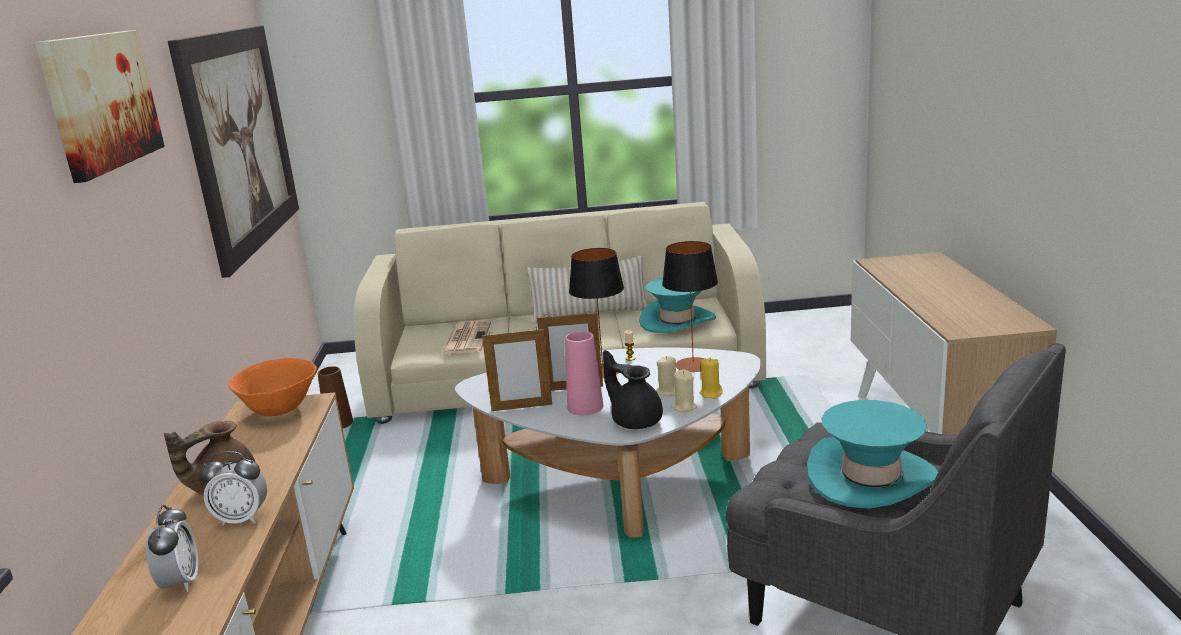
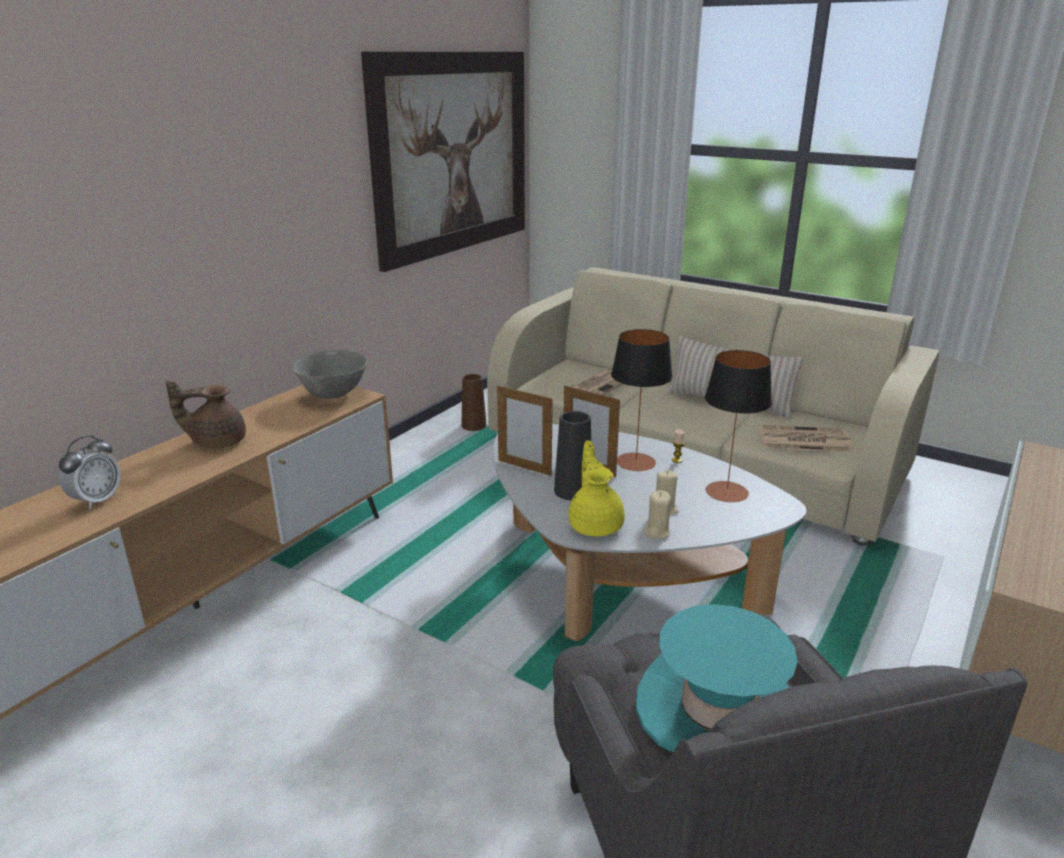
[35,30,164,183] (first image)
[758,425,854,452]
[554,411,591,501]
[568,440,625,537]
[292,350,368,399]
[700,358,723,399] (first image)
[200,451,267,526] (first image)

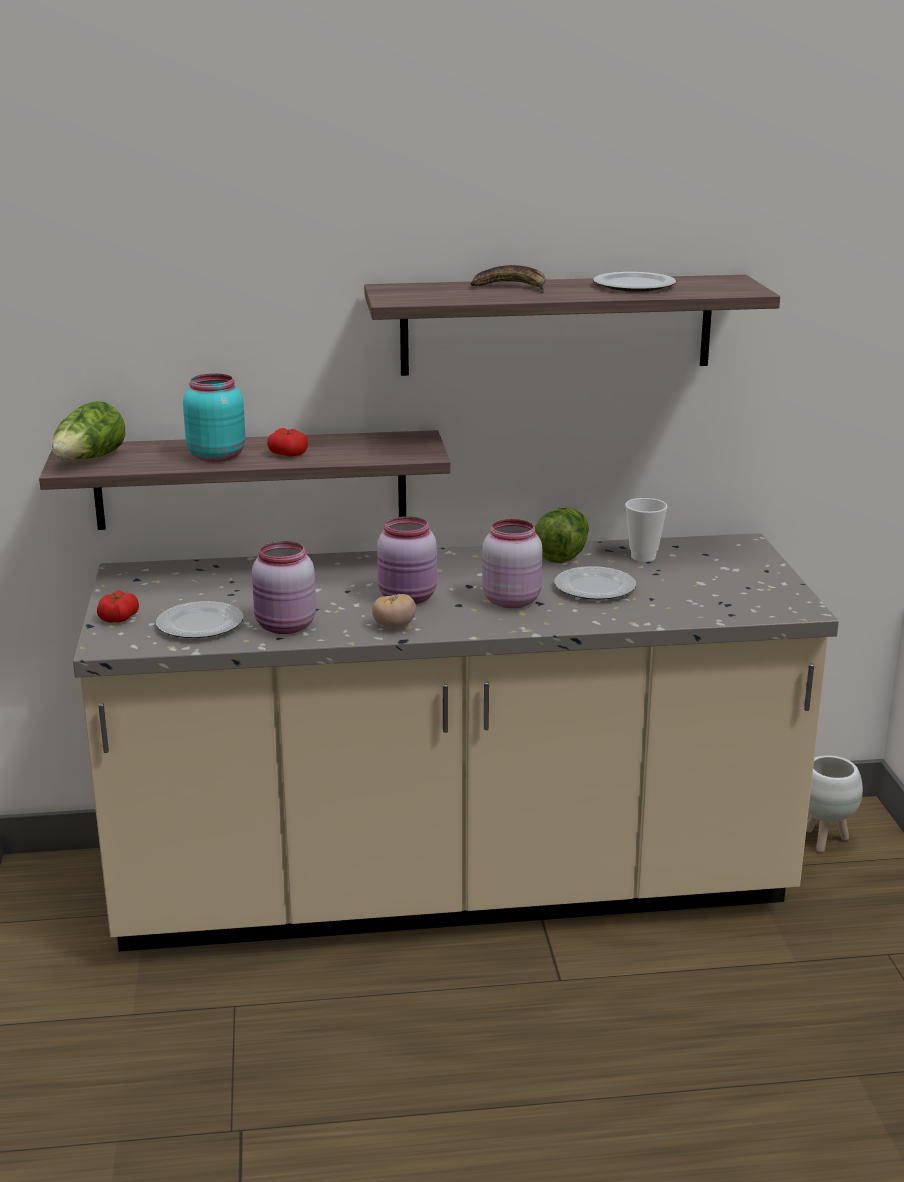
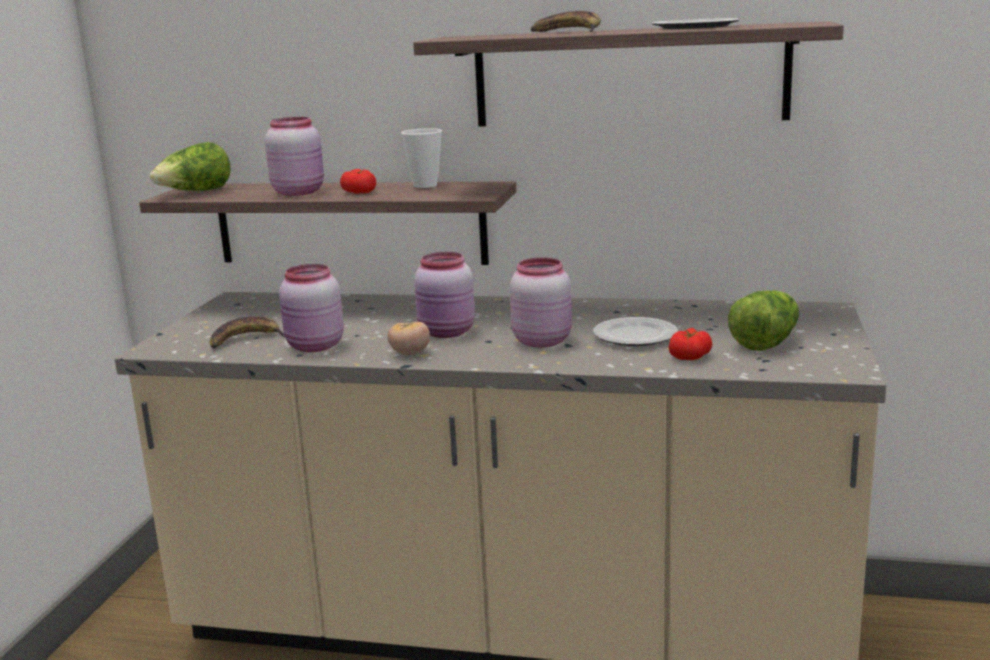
[265,117,324,196]
[401,128,442,188]
[728,290,799,351]
[669,328,712,360]
[209,316,285,348]
[806,755,863,853] (first image)

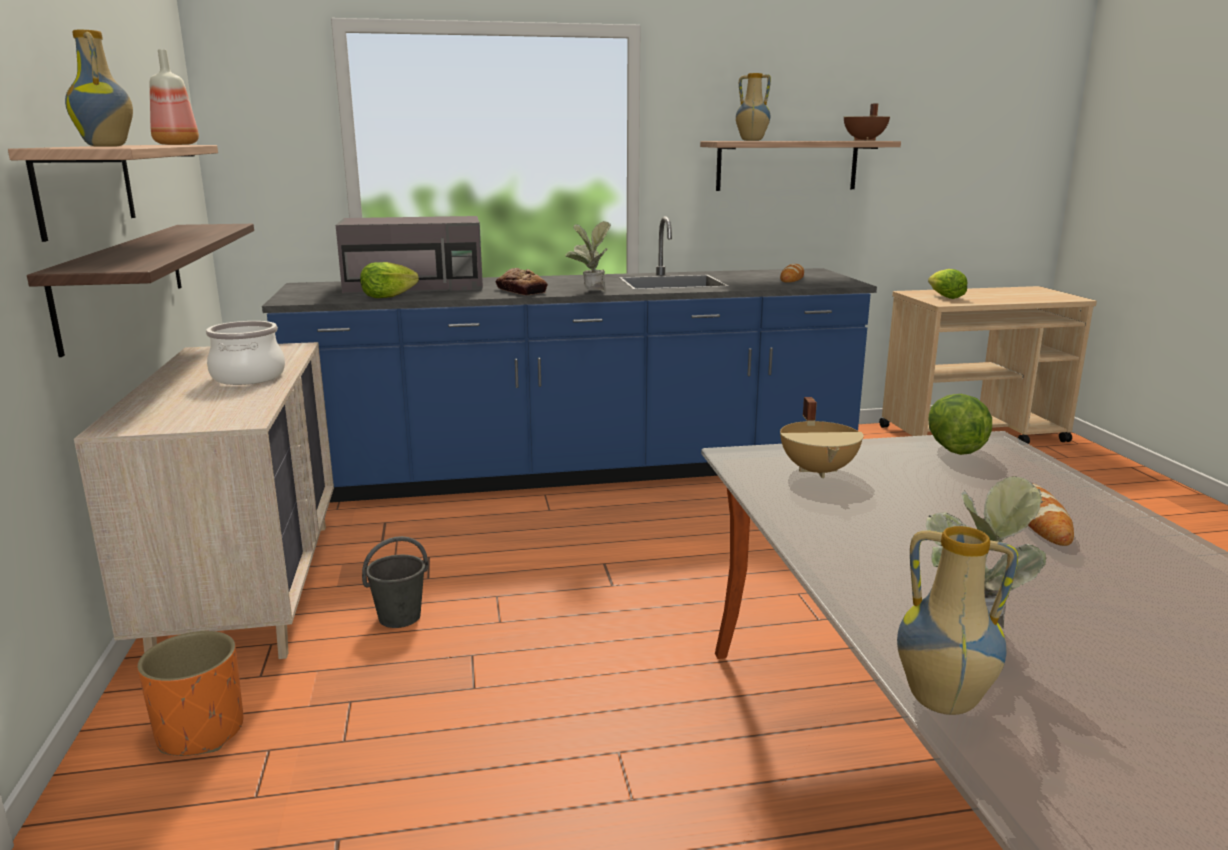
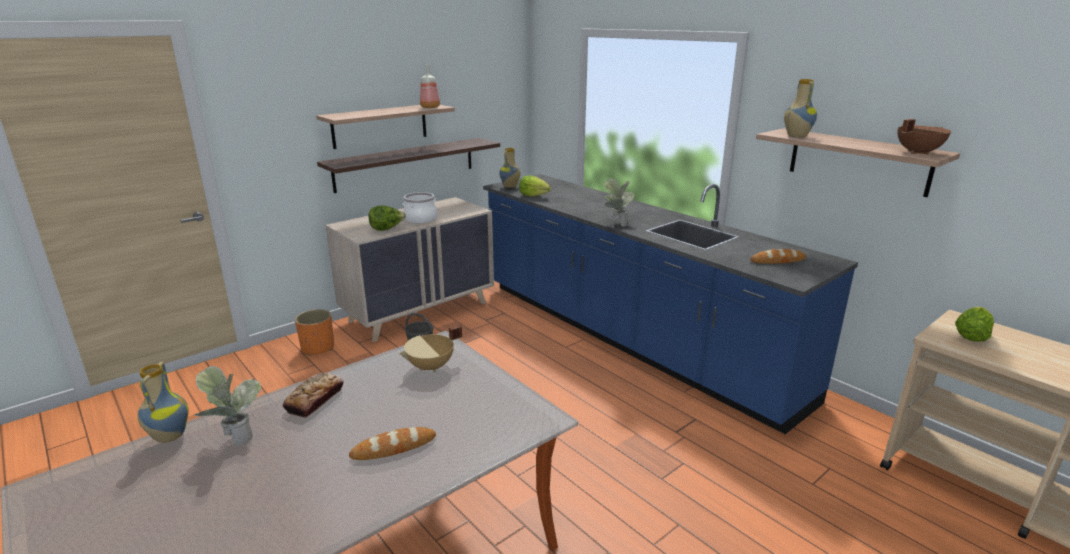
[499,148,521,188]
[336,216,483,294] (first image)
[283,373,343,418]
[368,205,406,231]

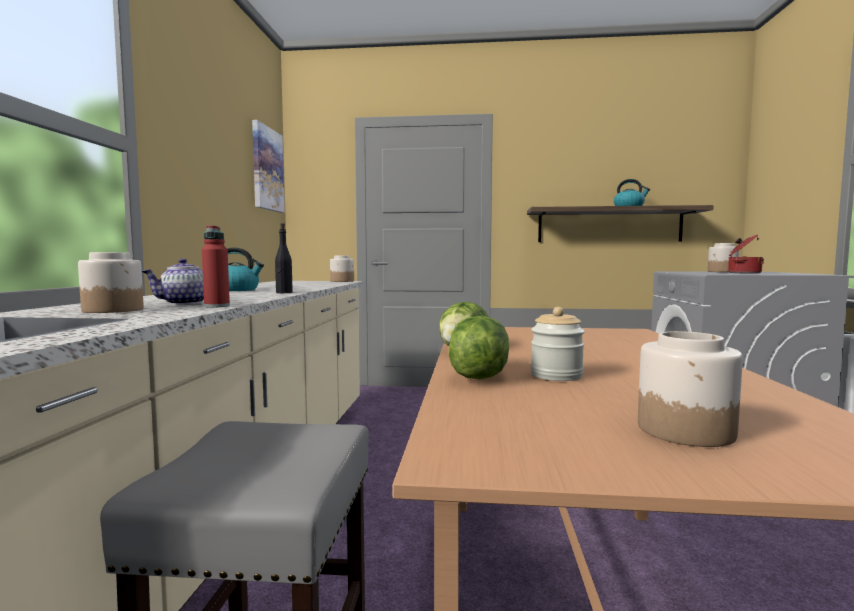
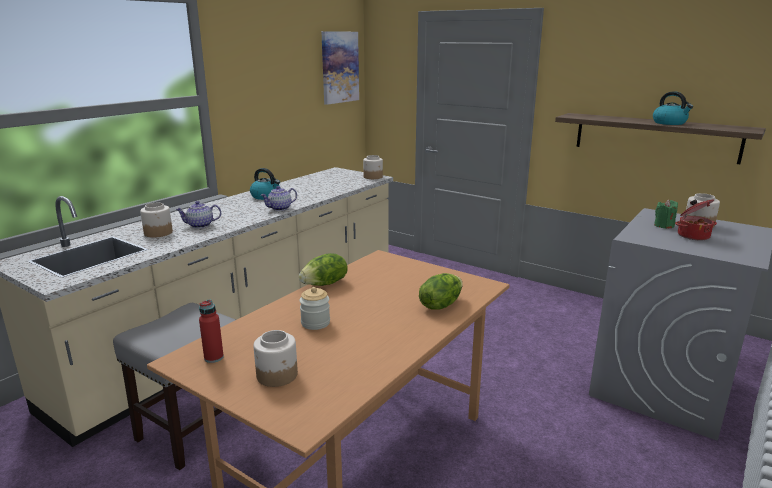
[261,186,297,211]
[199,299,224,363]
[419,273,463,310]
[654,199,678,229]

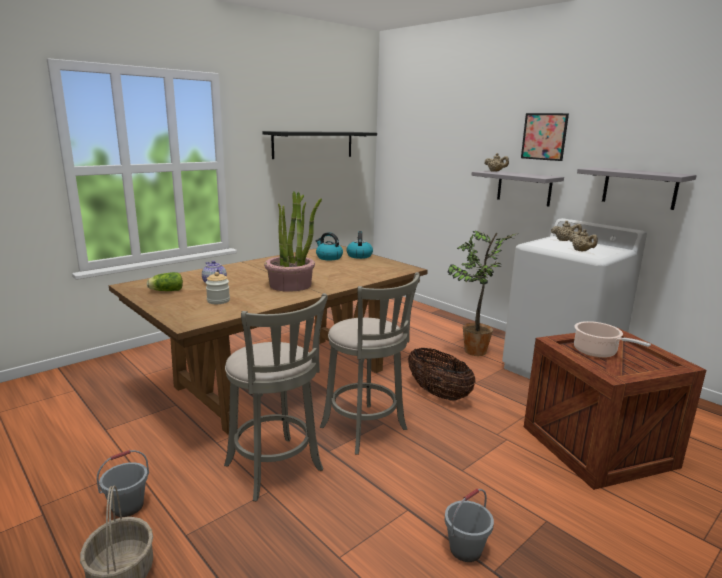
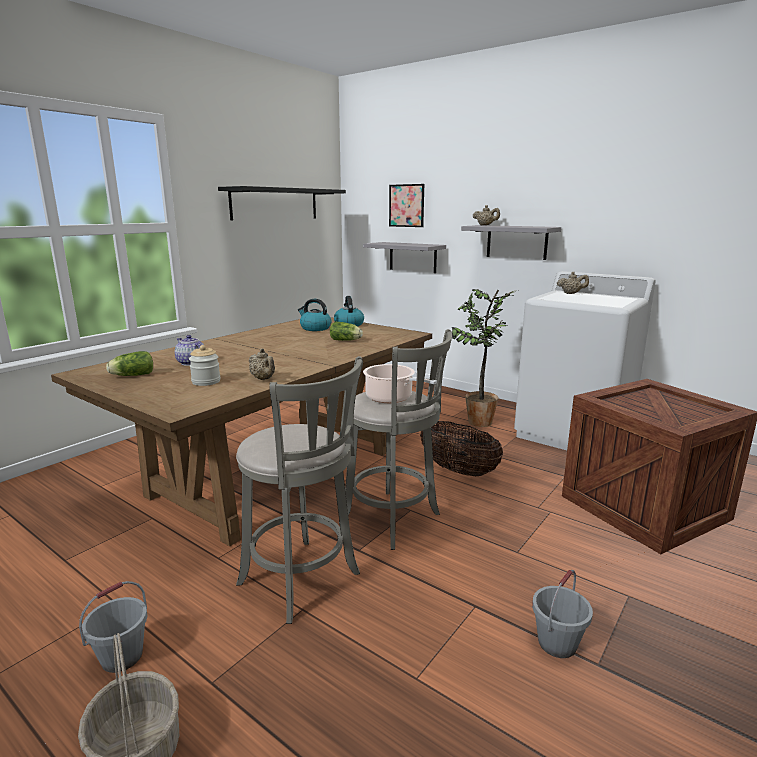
[389,184,424,227]
[363,242,446,273]
[264,191,322,292] (first image)
[248,348,275,380]
[363,364,437,403]
[330,322,363,341]

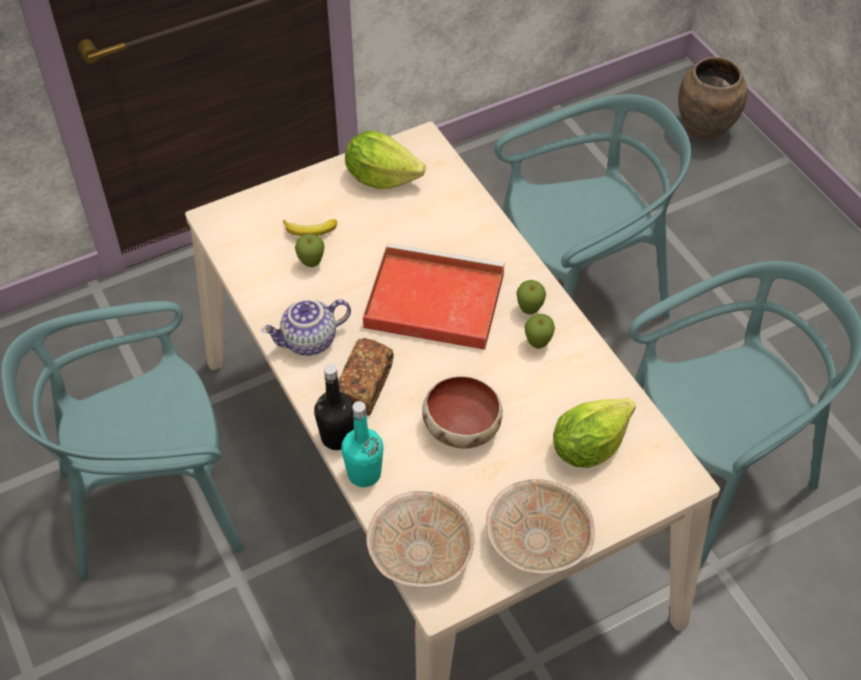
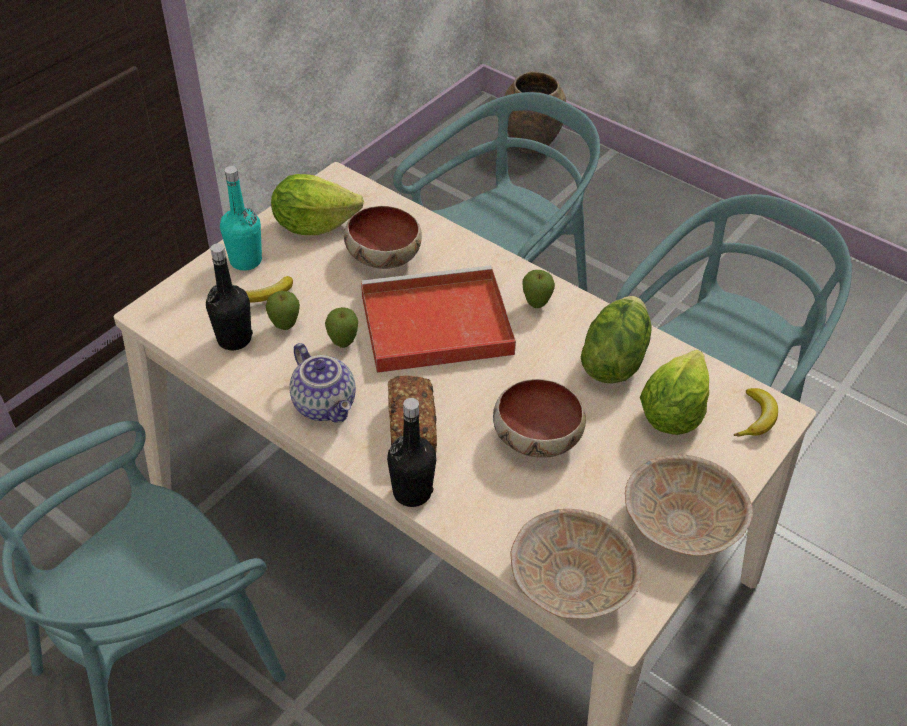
[289,343,356,423]
[325,307,358,348]
[220,166,262,271]
[344,206,422,269]
[206,243,253,350]
[581,296,651,384]
[734,388,778,437]

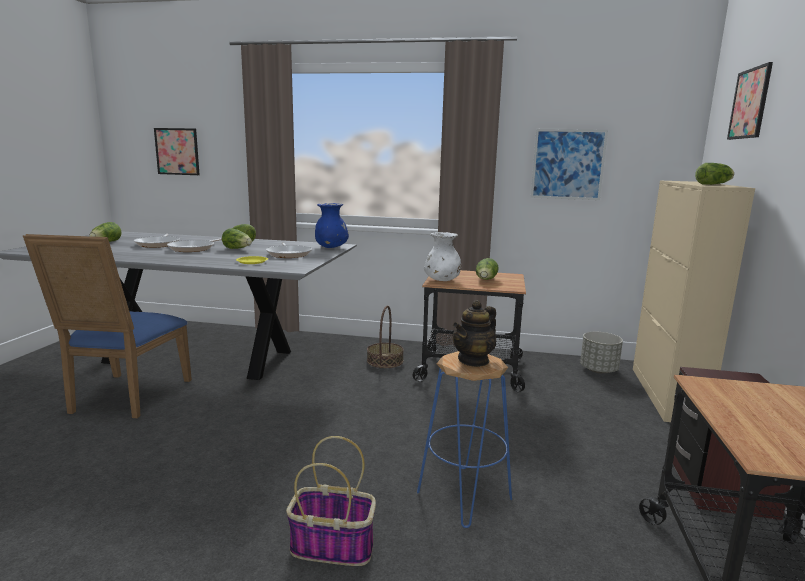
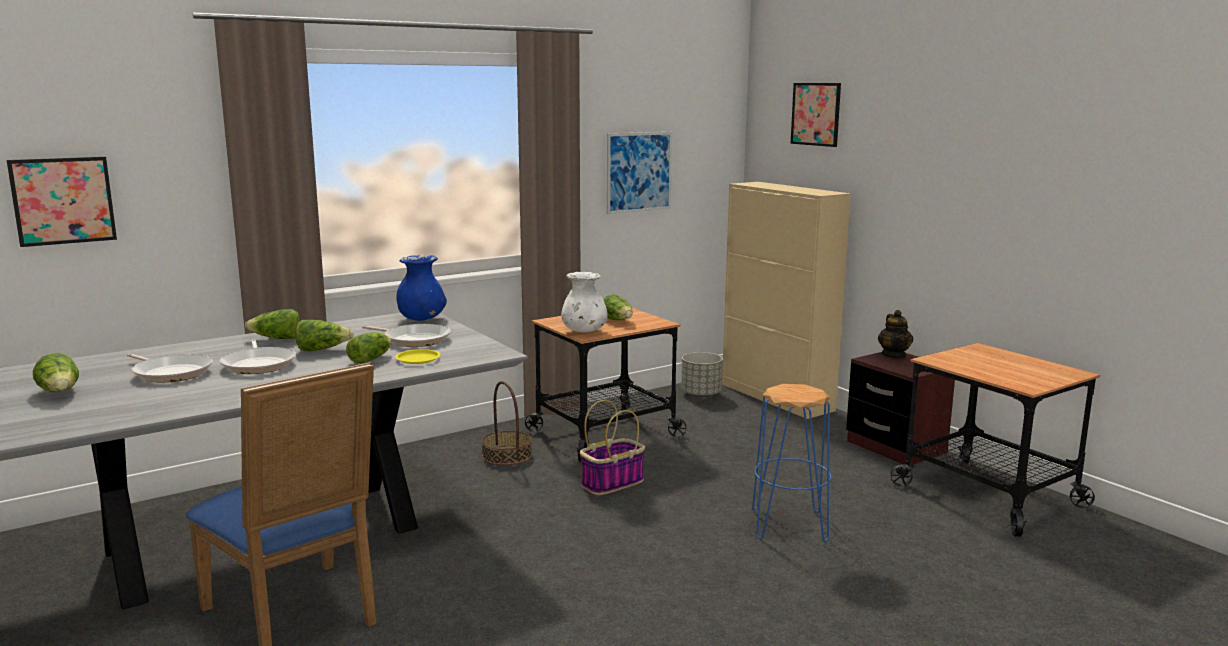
[346,332,392,364]
[878,310,913,359]
[580,400,645,495]

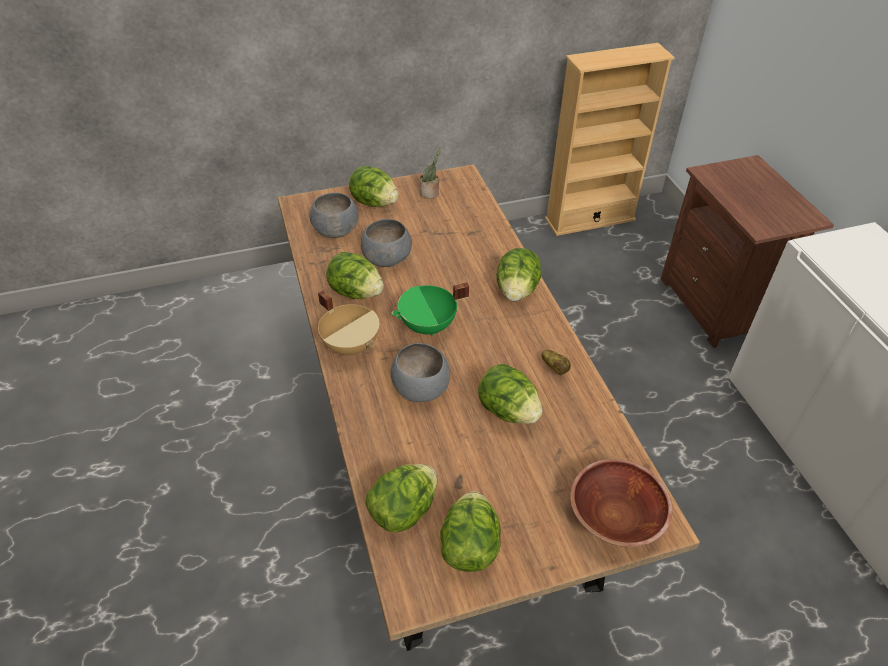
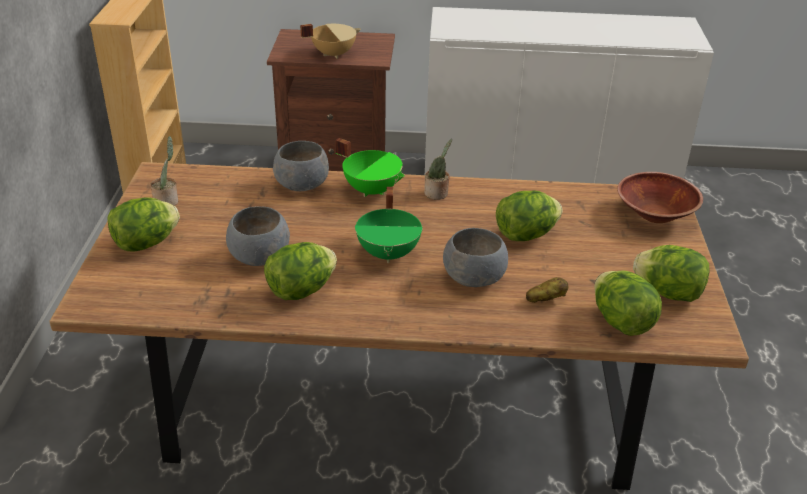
[273,141,329,192]
[335,138,405,197]
[300,24,361,59]
[526,277,569,303]
[424,139,452,200]

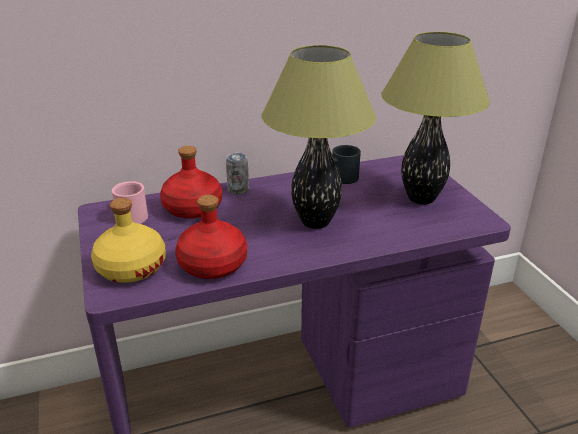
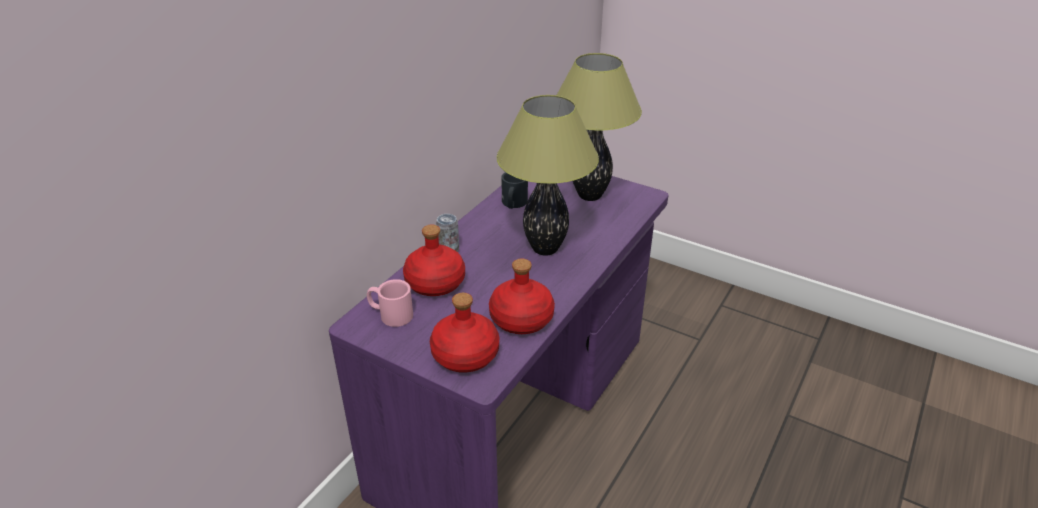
[430,293,499,373]

